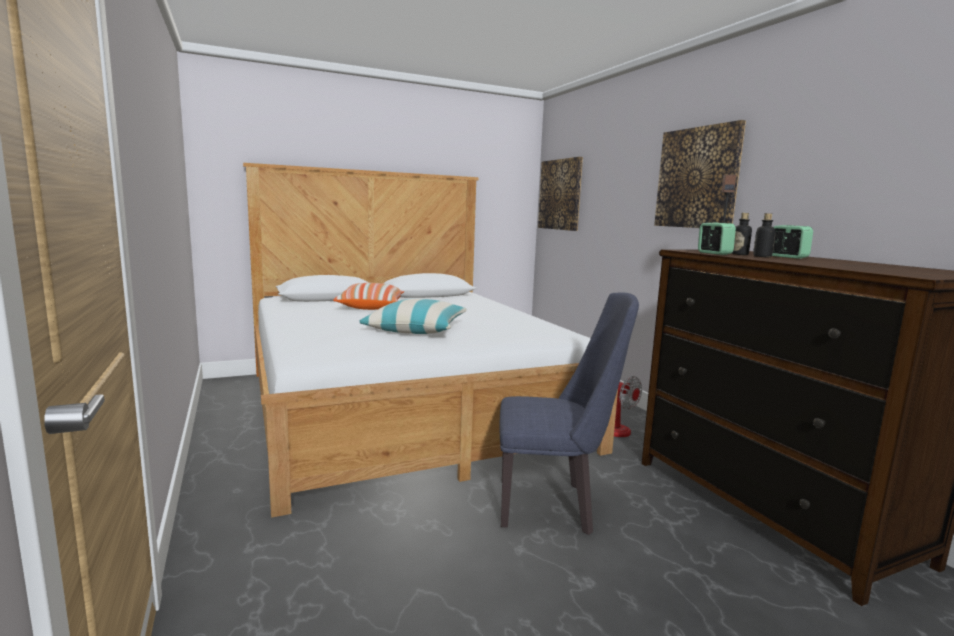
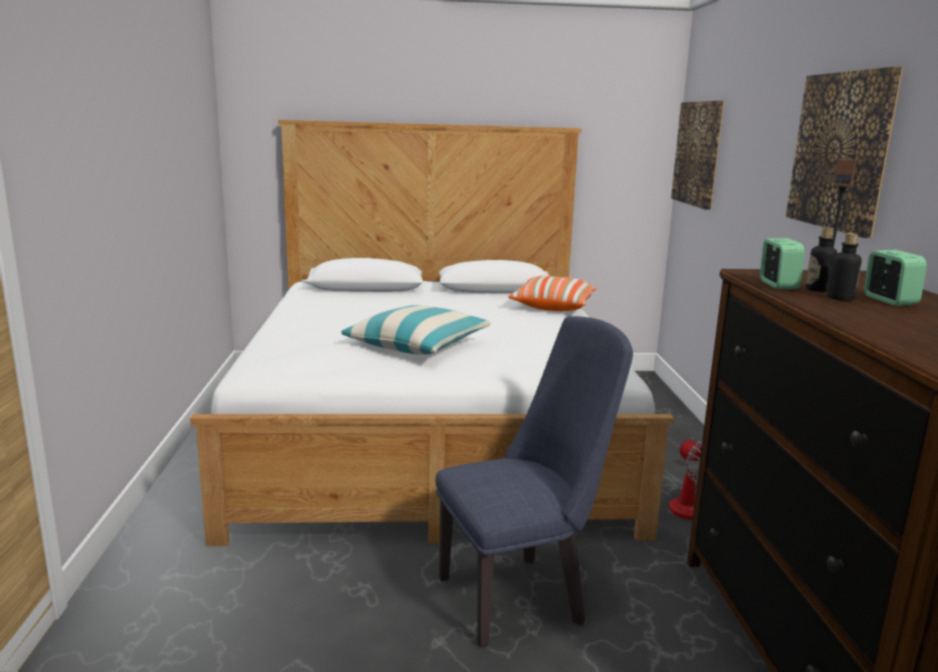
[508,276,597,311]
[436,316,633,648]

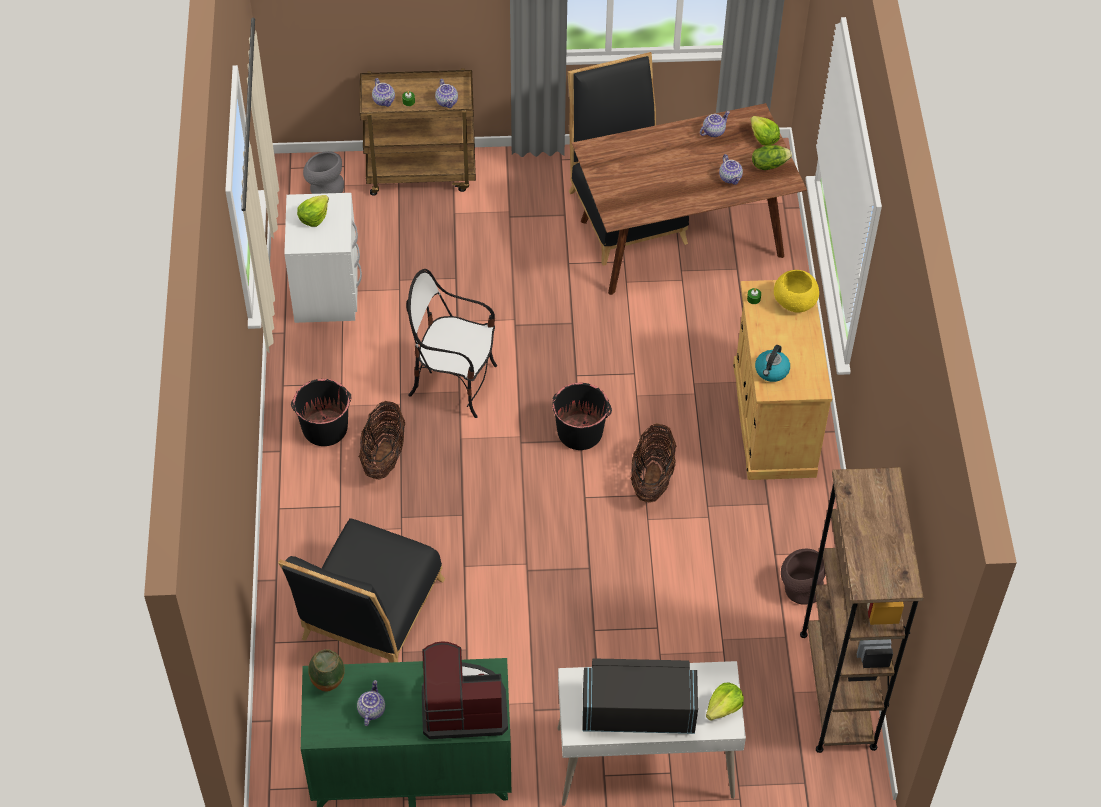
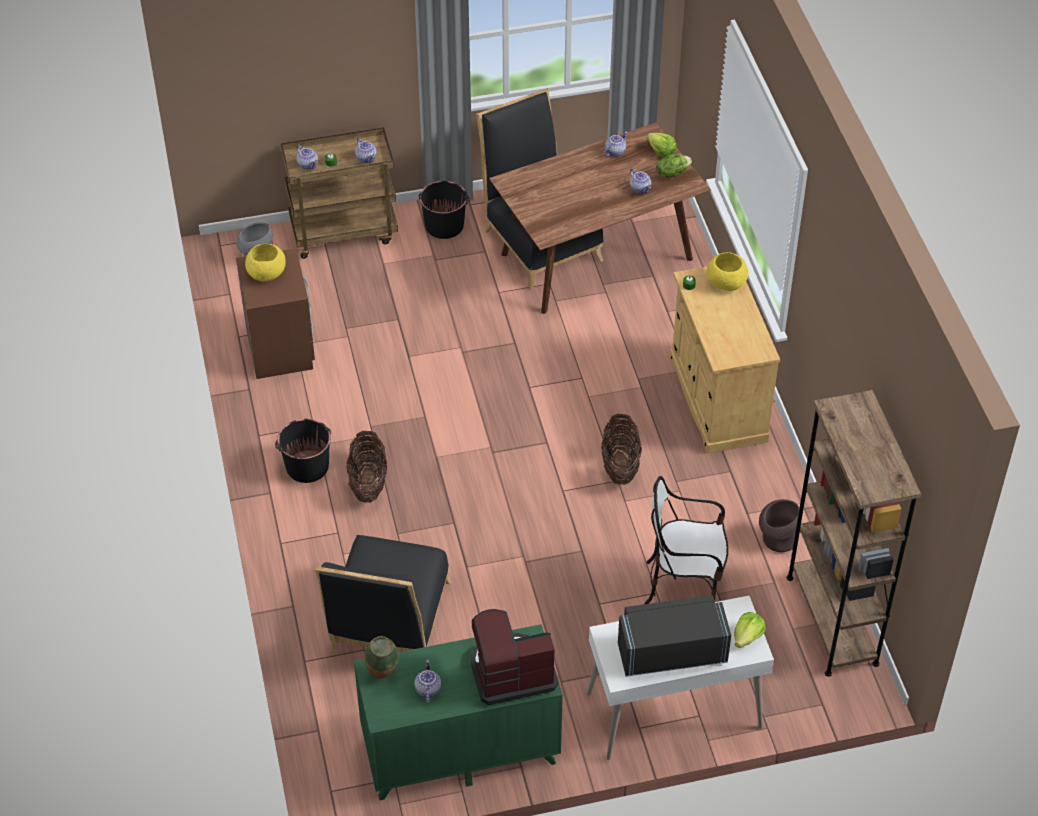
[236,248,315,379]
[245,243,286,281]
[644,476,728,604]
[755,345,790,382] (first image)
[418,181,470,239]

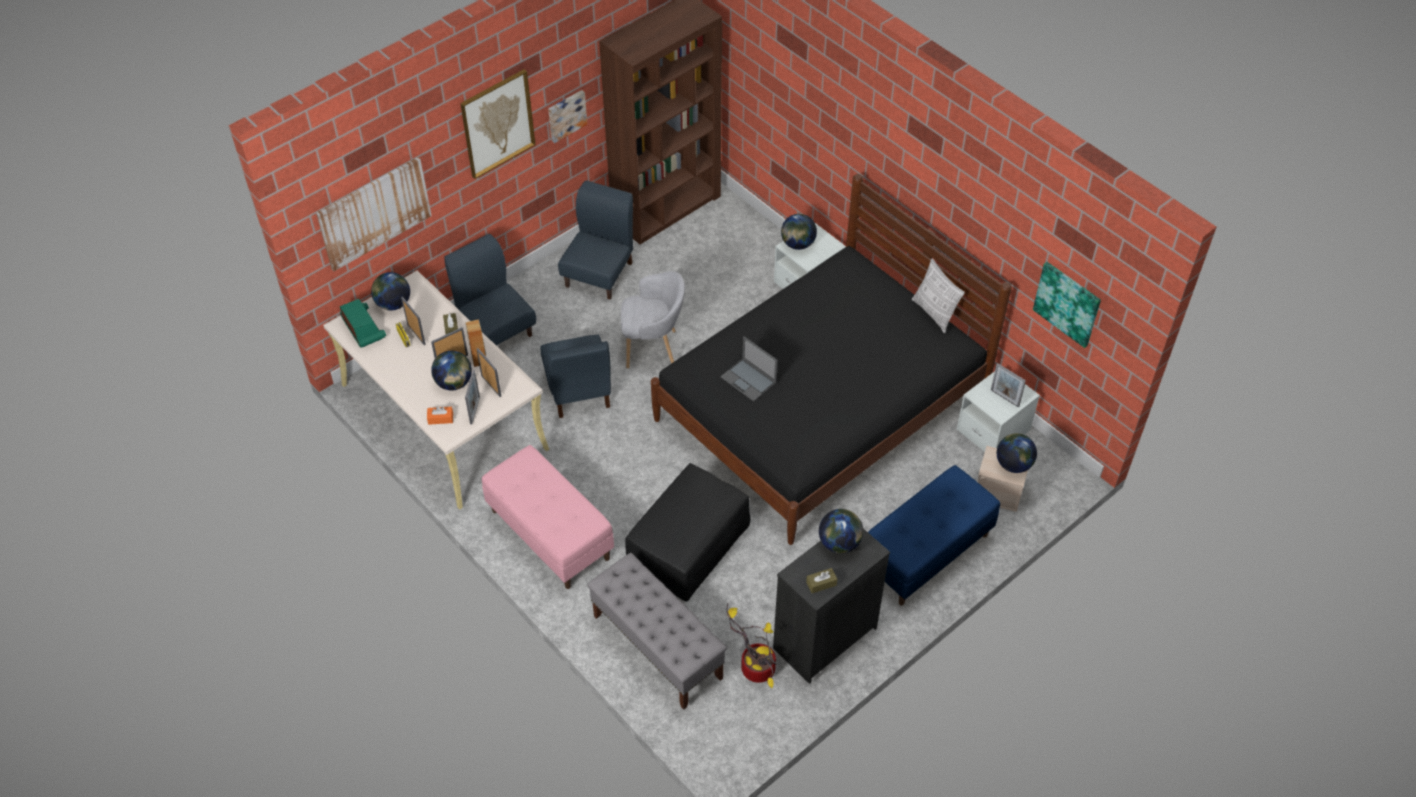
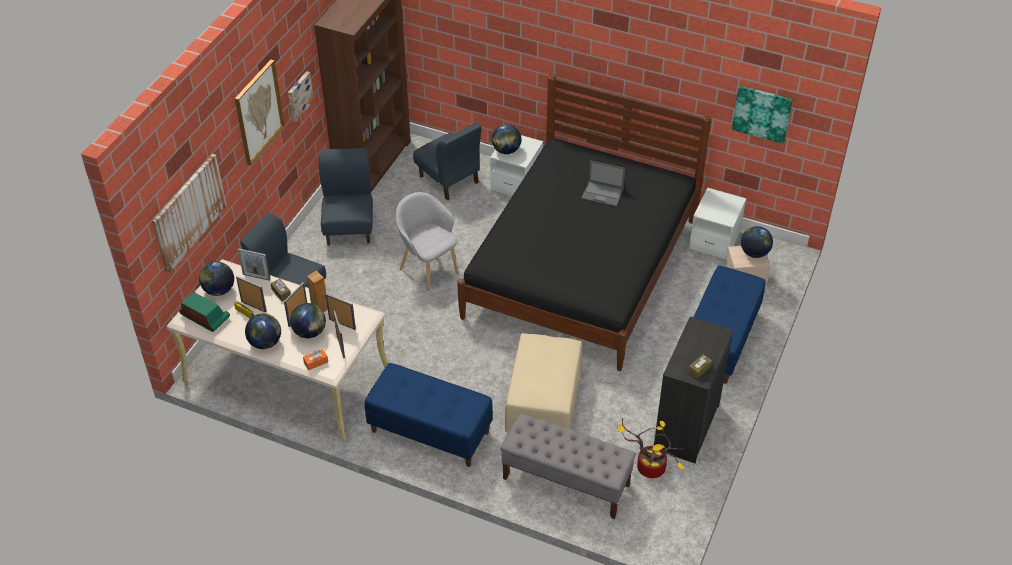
[912,258,965,333] (first image)
[395,192,458,291]
[413,123,482,200]
[581,161,625,207]
[238,248,271,281]
[364,363,493,467]
[505,333,583,432]
[245,314,281,349]

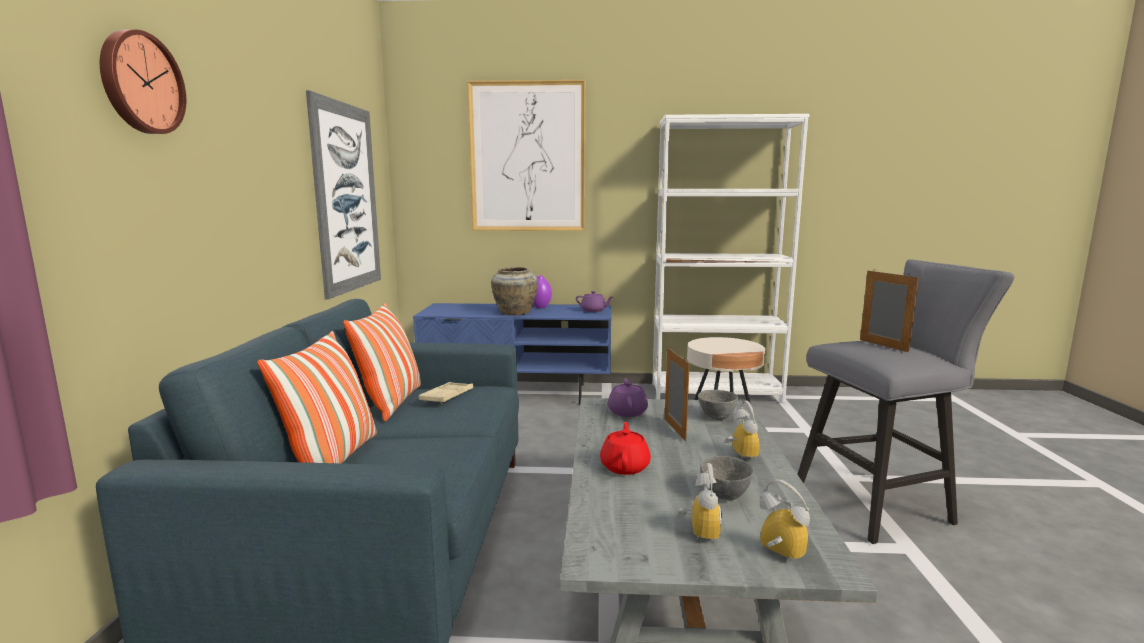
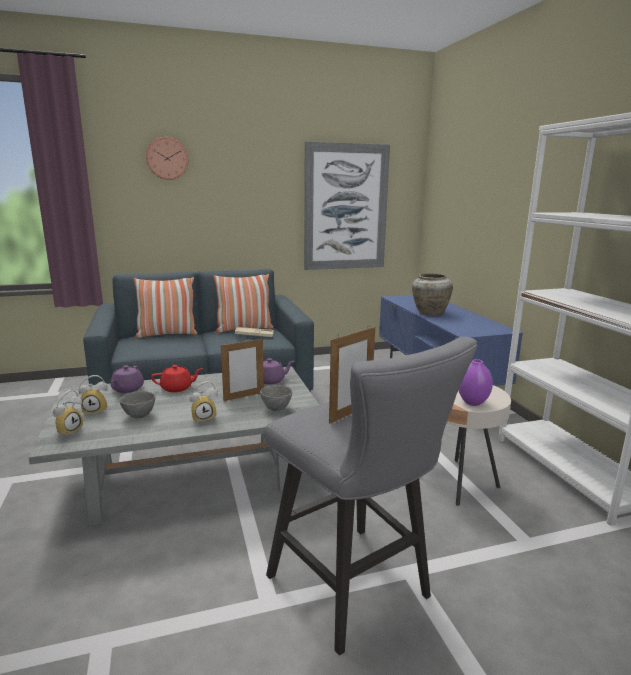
[467,80,585,231] (first image)
[459,359,493,406]
[110,365,144,393]

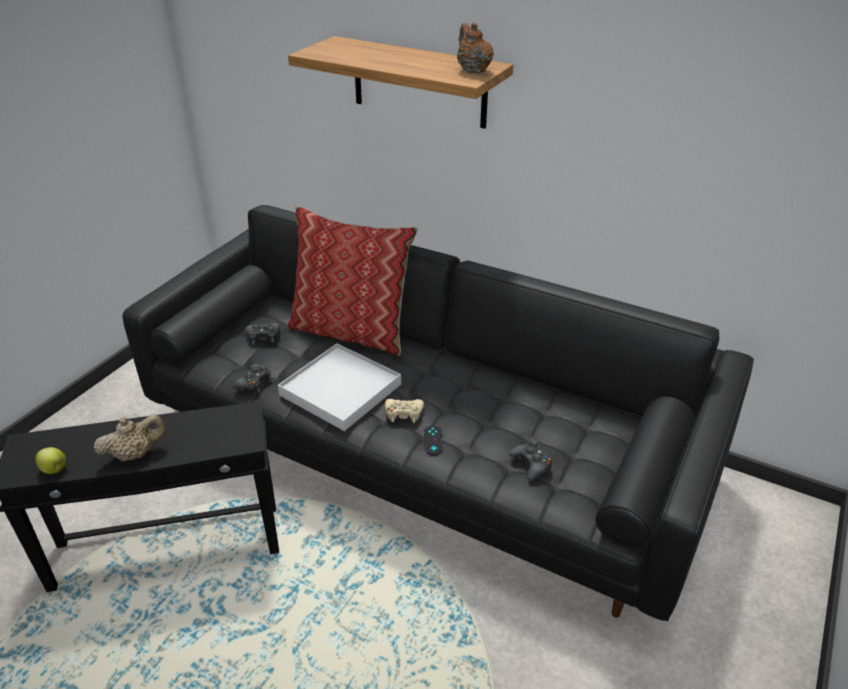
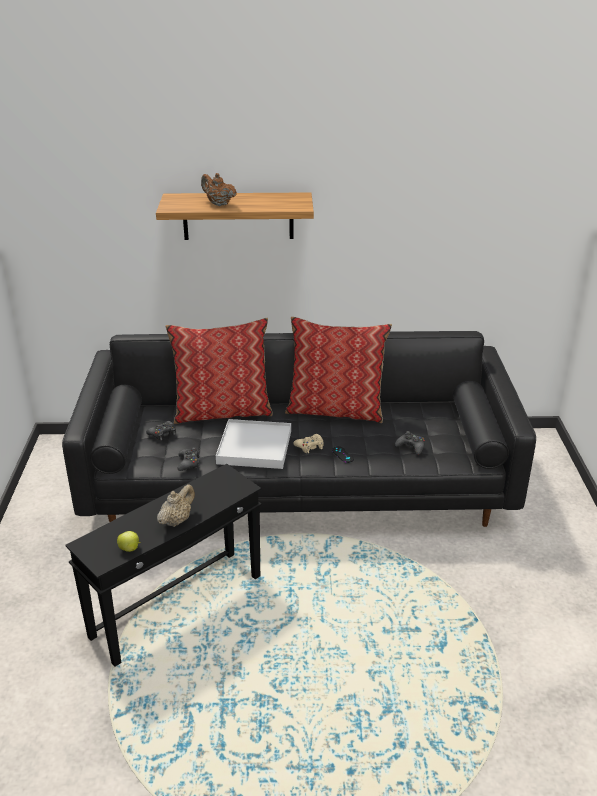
[201,173,237,206]
[285,316,392,423]

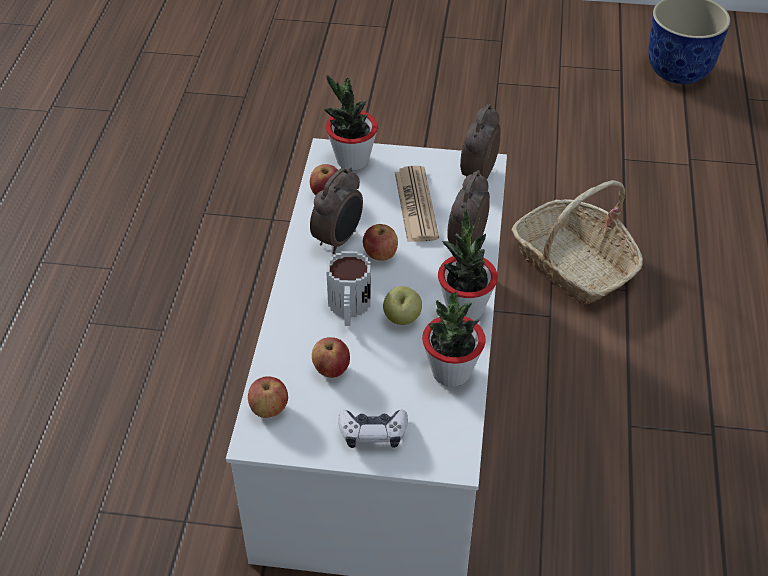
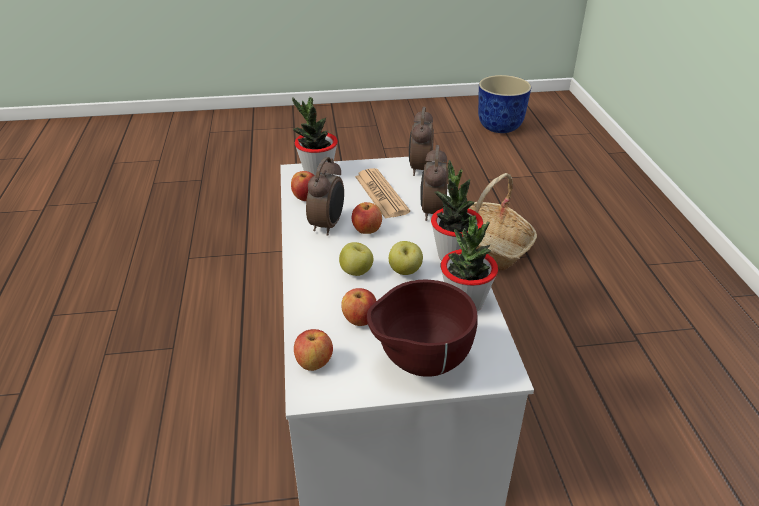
[339,242,373,276]
[367,280,478,377]

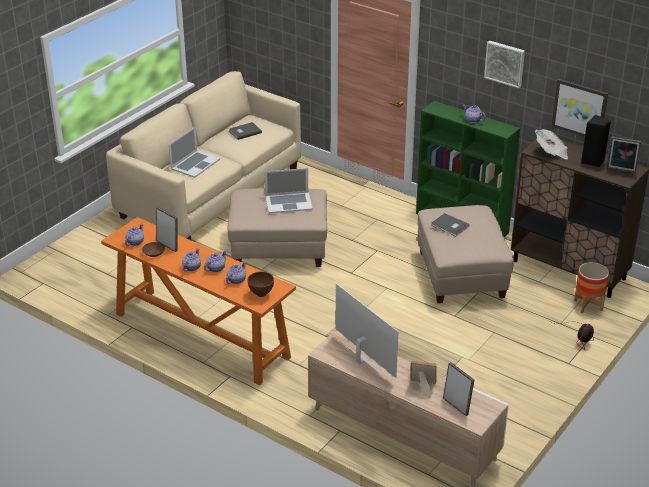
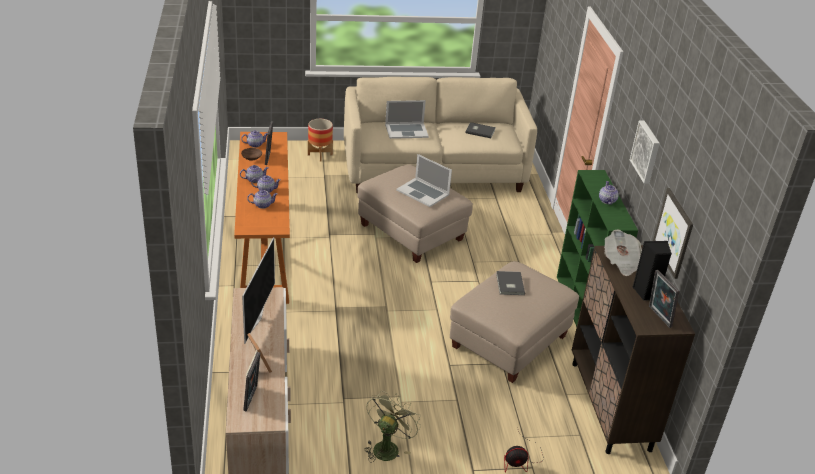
[308,119,333,161]
[248,271,274,297] (first image)
[364,391,421,463]

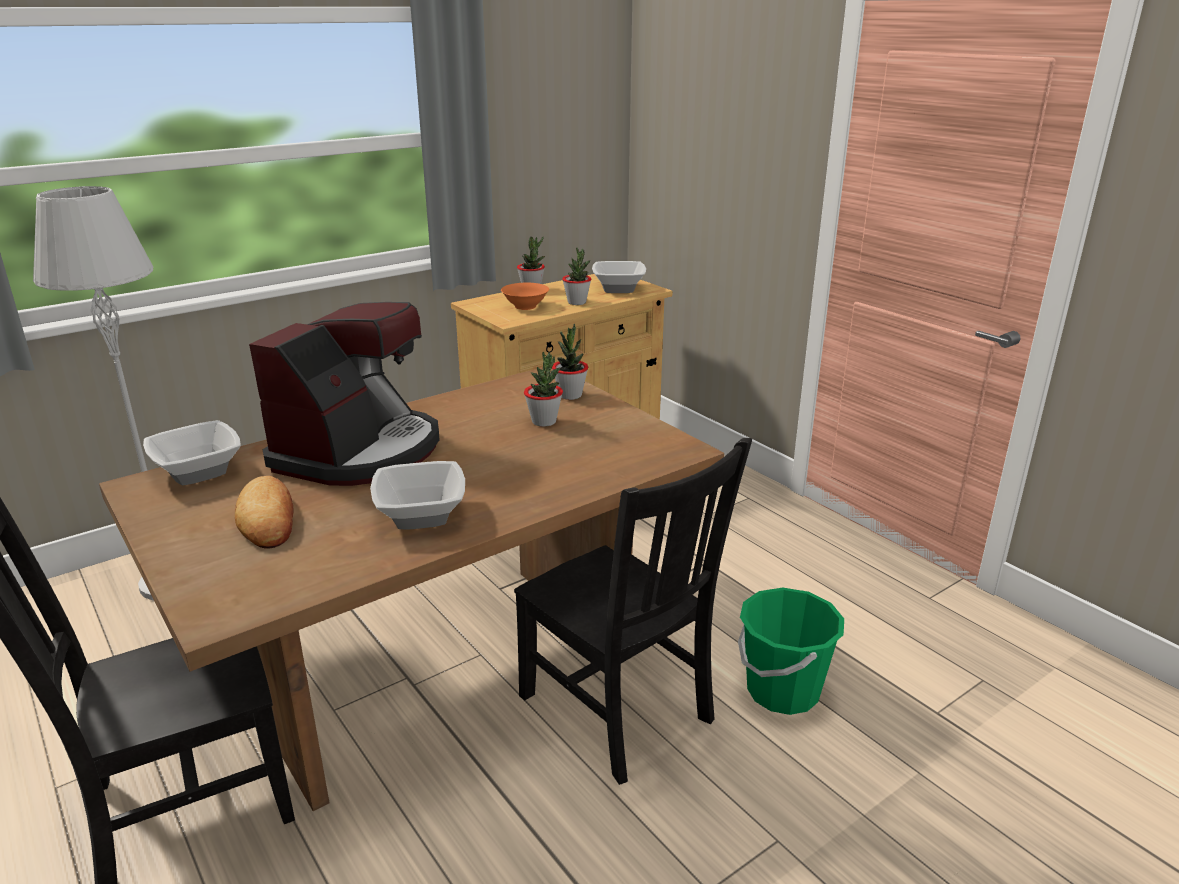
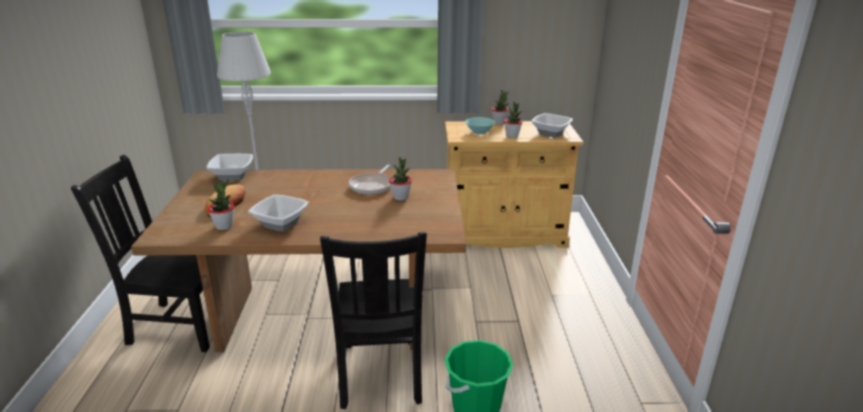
[465,117,495,135]
[249,302,440,486] (first image)
[207,179,234,230]
[349,165,390,194]

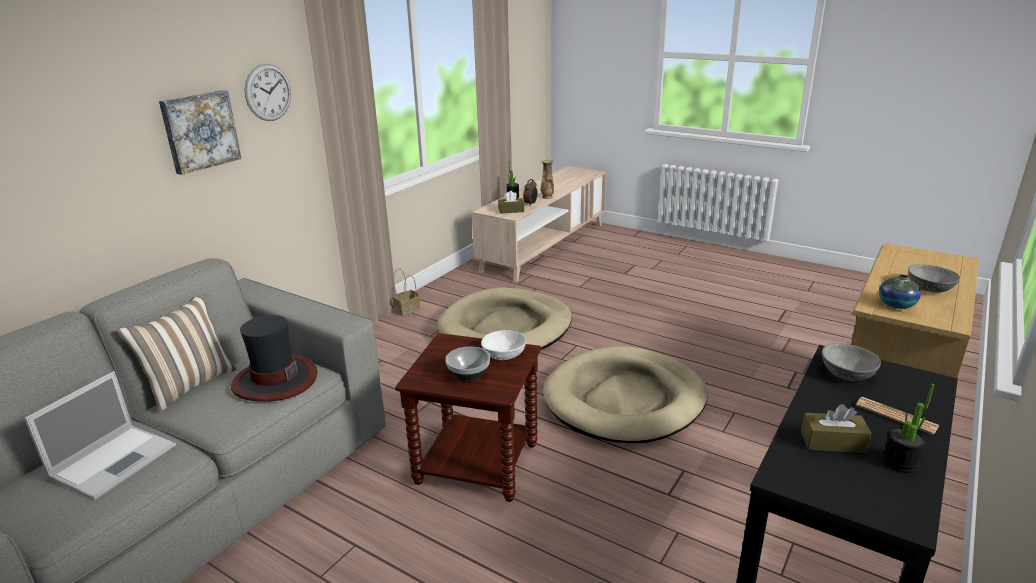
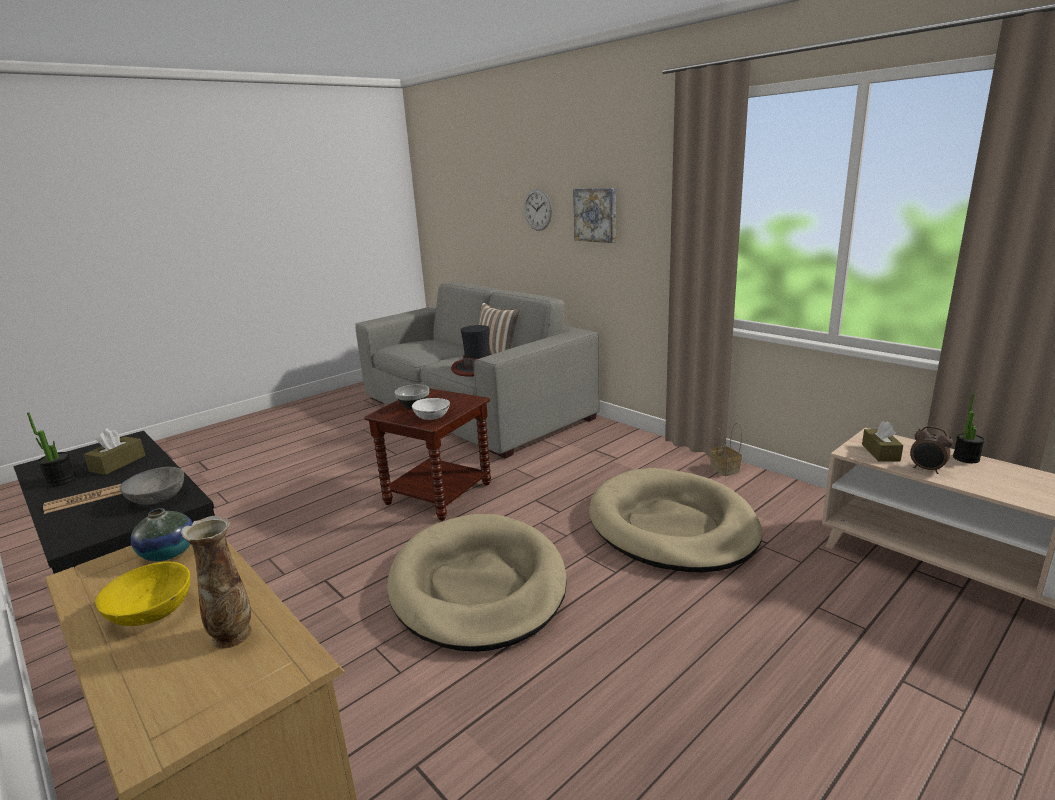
[524,189,552,231]
[181,516,252,649]
[95,562,190,626]
[24,371,176,501] (first image)

